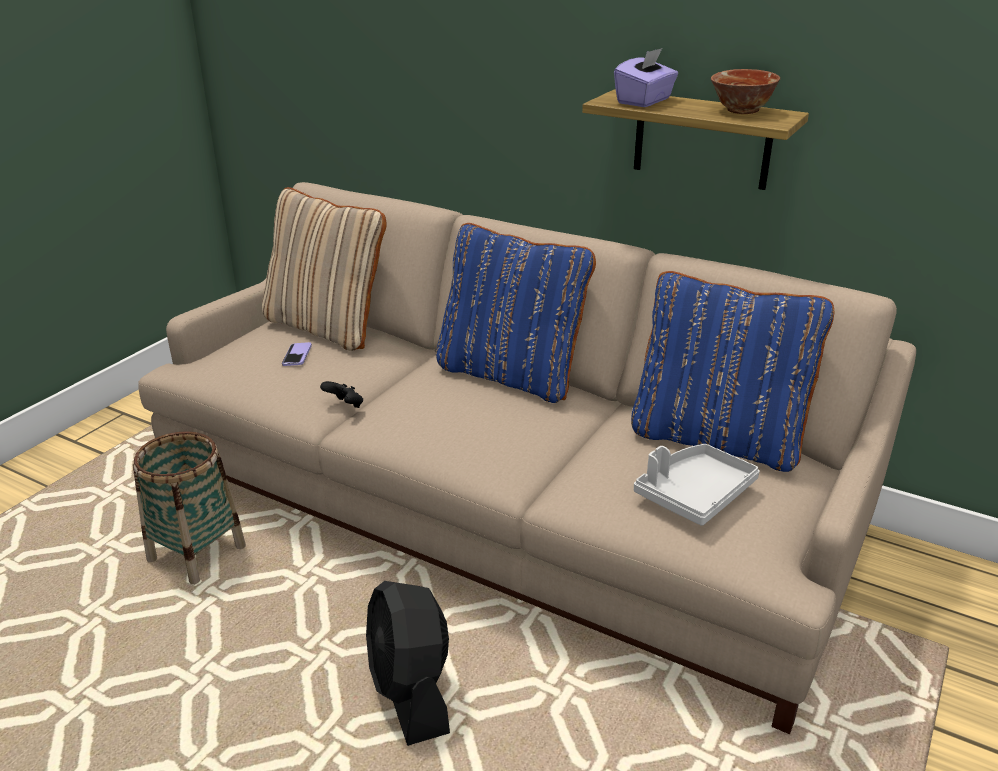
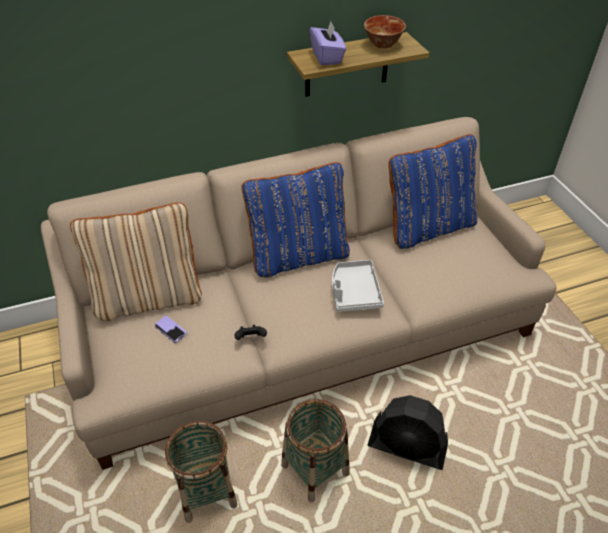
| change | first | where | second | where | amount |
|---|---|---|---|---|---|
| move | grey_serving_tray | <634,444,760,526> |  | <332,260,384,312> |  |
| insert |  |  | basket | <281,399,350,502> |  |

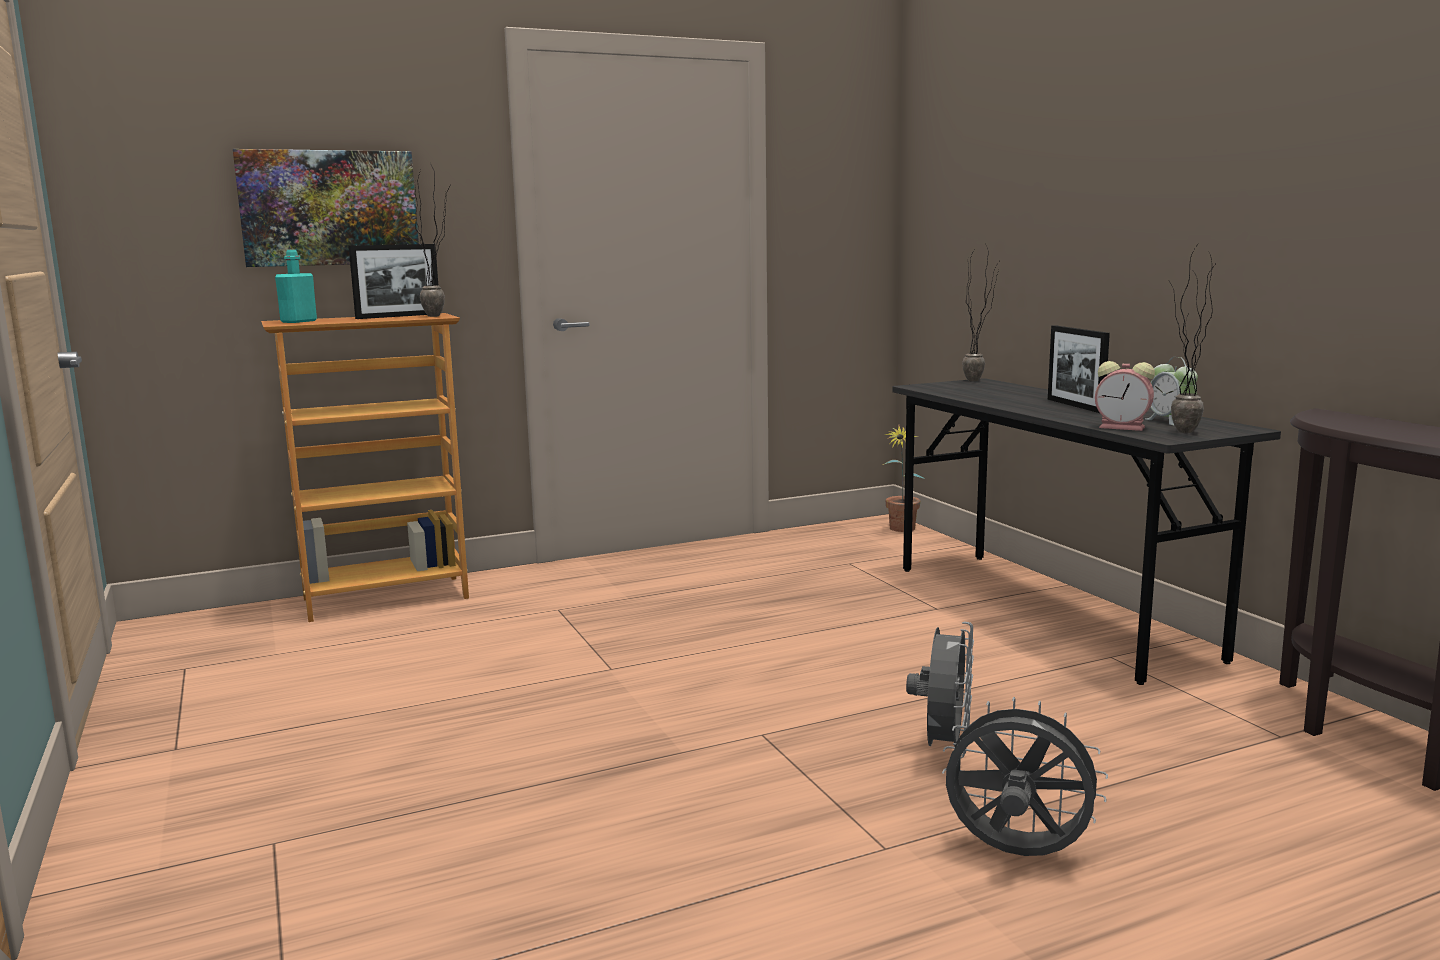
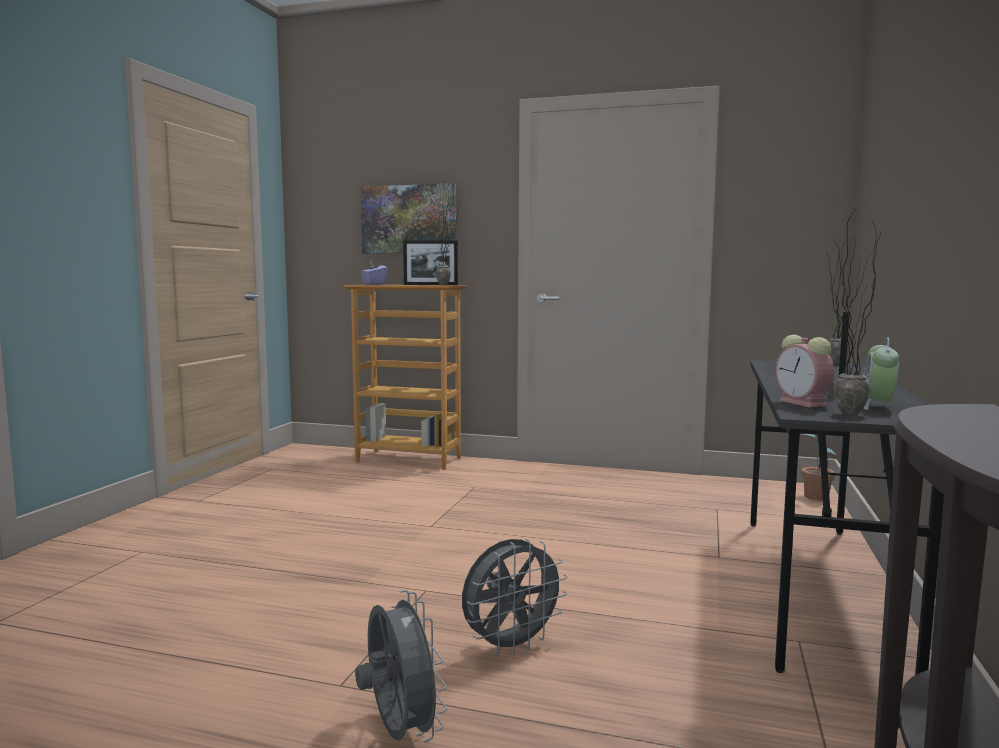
| change | first | where | second | where | amount |
|---|---|---|---|---|---|
| replace | turquoise-coloured_drink_bottle | <275,250,317,323> | purple-coloured_box_of_tissues | <361,260,387,285> |  |

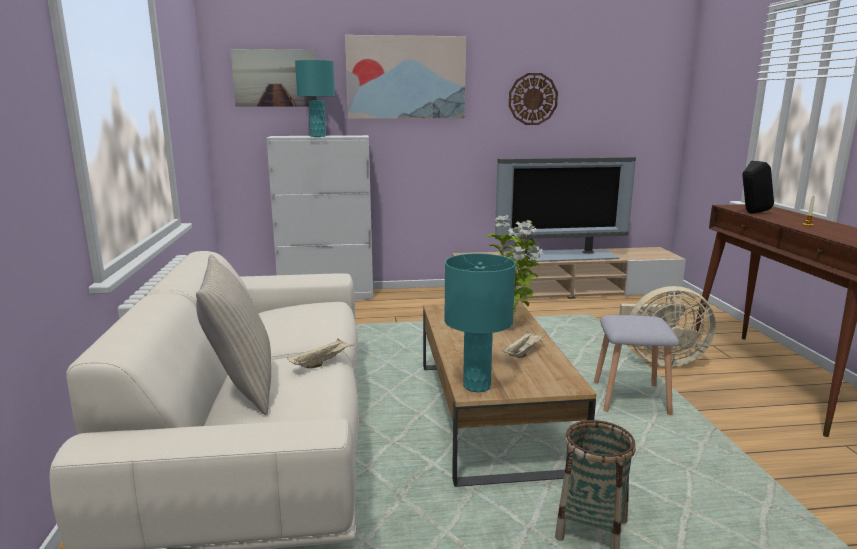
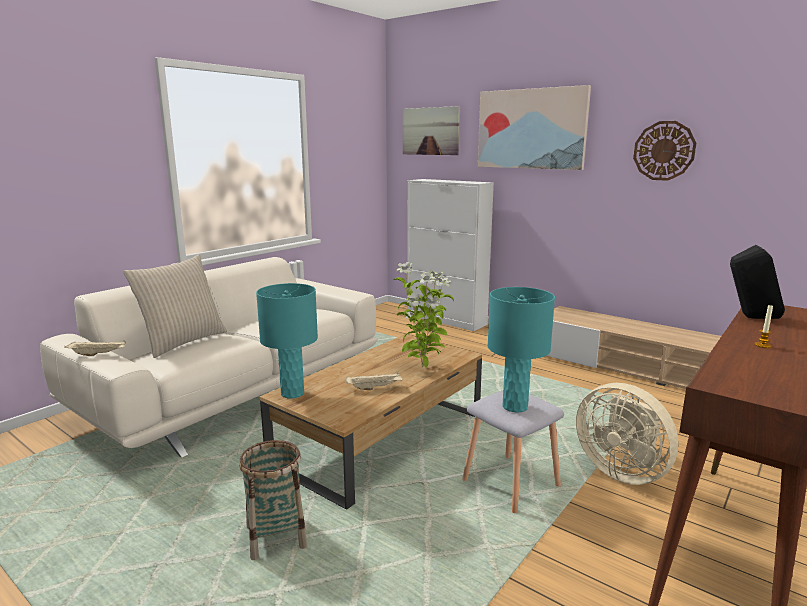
| change | first | where | second | where | amount |
|---|---|---|---|---|---|
| move | beige-coloured_serving_tray | <287,338,353,368> |  | <64,340,126,356> |  |
| move | turquoise-coloured_lamp_for_a_table | <295,60,335,137> |  | <488,287,555,413> |  |
| delete | TV | <495,157,636,262> |  |  |  |

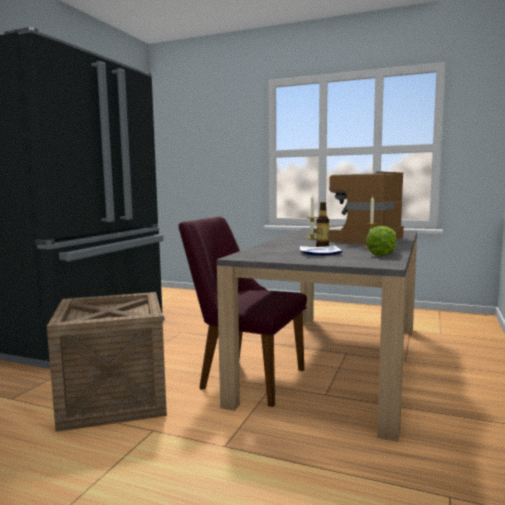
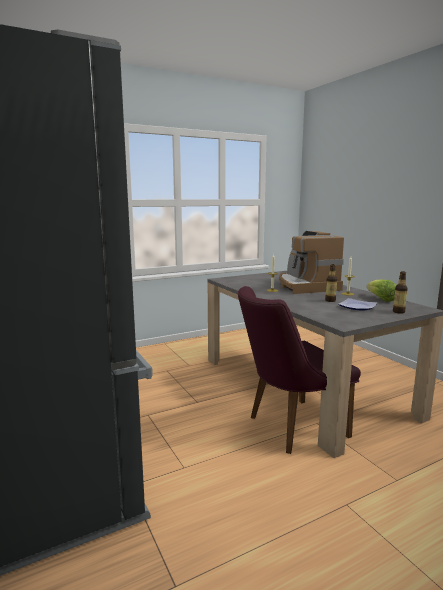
| change | first | where | second | where | amount |
|---|---|---|---|---|---|
| delete | packing_crate | <47,292,167,432> |  |  |  |
| insert |  |  | drink_bottle | <393,271,408,314> |  |

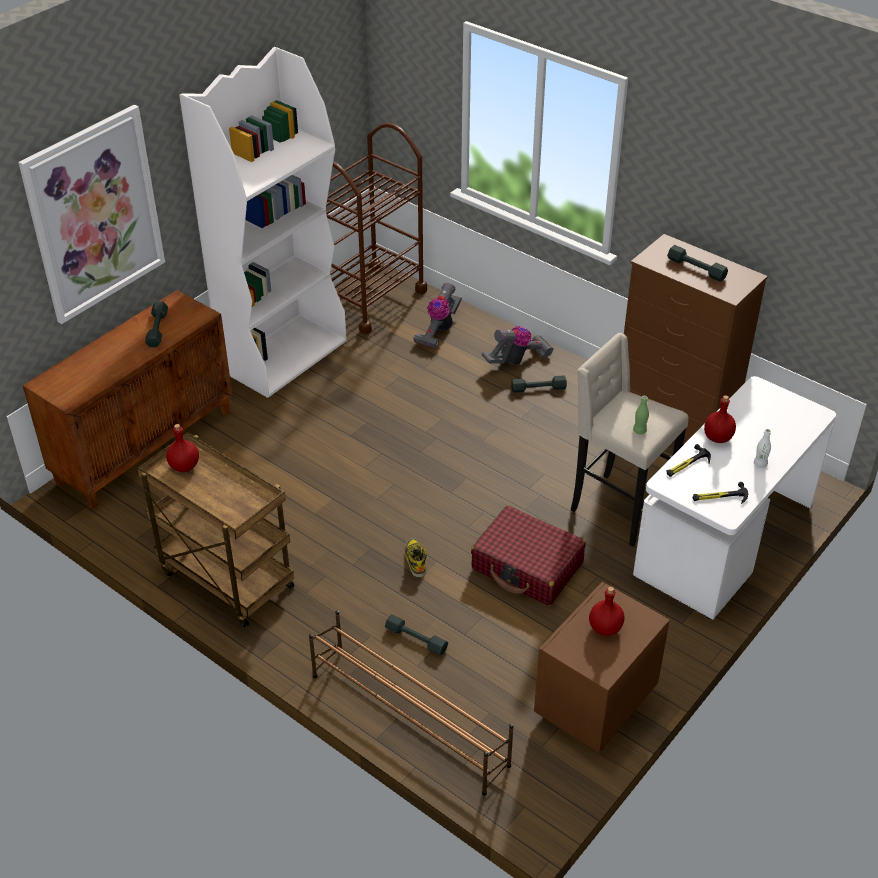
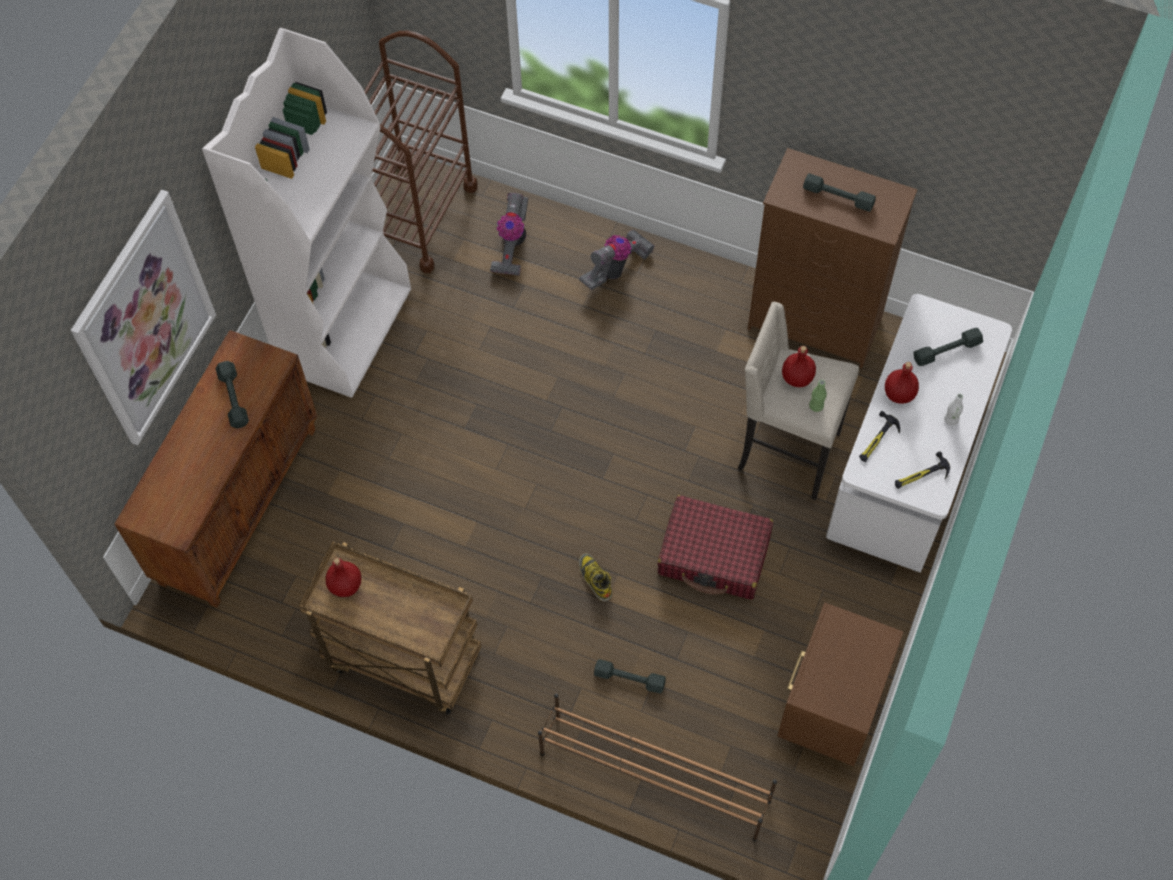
| change | first | where | second | where | amount |
|---|---|---|---|---|---|
| move | grey_free_weight | <511,375,567,393> |  | <913,328,983,366> |  |
| move | red_drink_bottle | <589,586,625,636> |  | <782,346,816,387> |  |

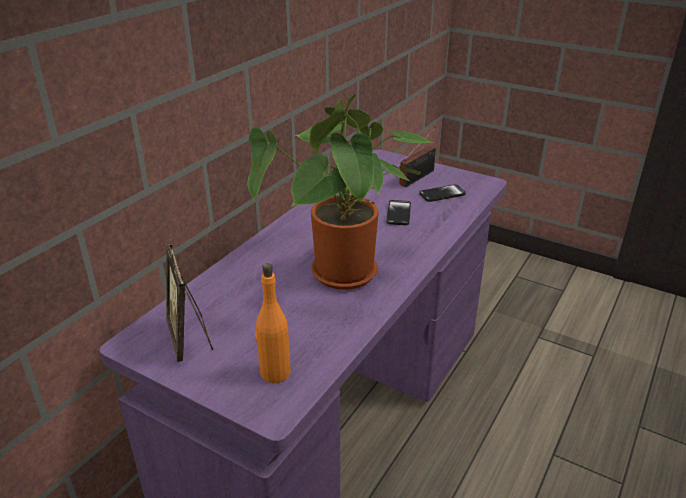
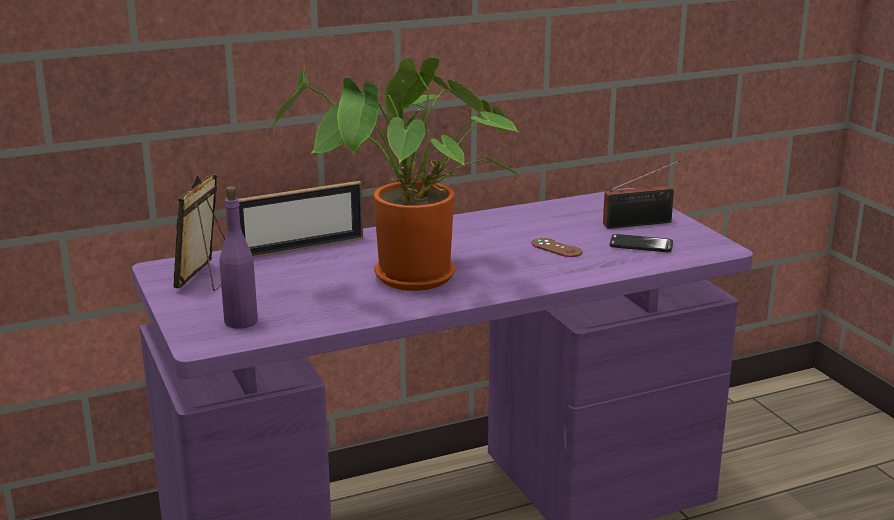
| change | first | where | second | where | amount |
|---|---|---|---|---|---|
| recolor | orange_drink_bottle | <255,263,291,383> | purple-coloured_drink_bottle | <220,186,258,328> |  |
| replace | handset | <386,200,411,225> | brown-coloured_joypad | <532,238,582,257> |  |
| insert |  |  | picture_frame | <239,181,363,258> |  |

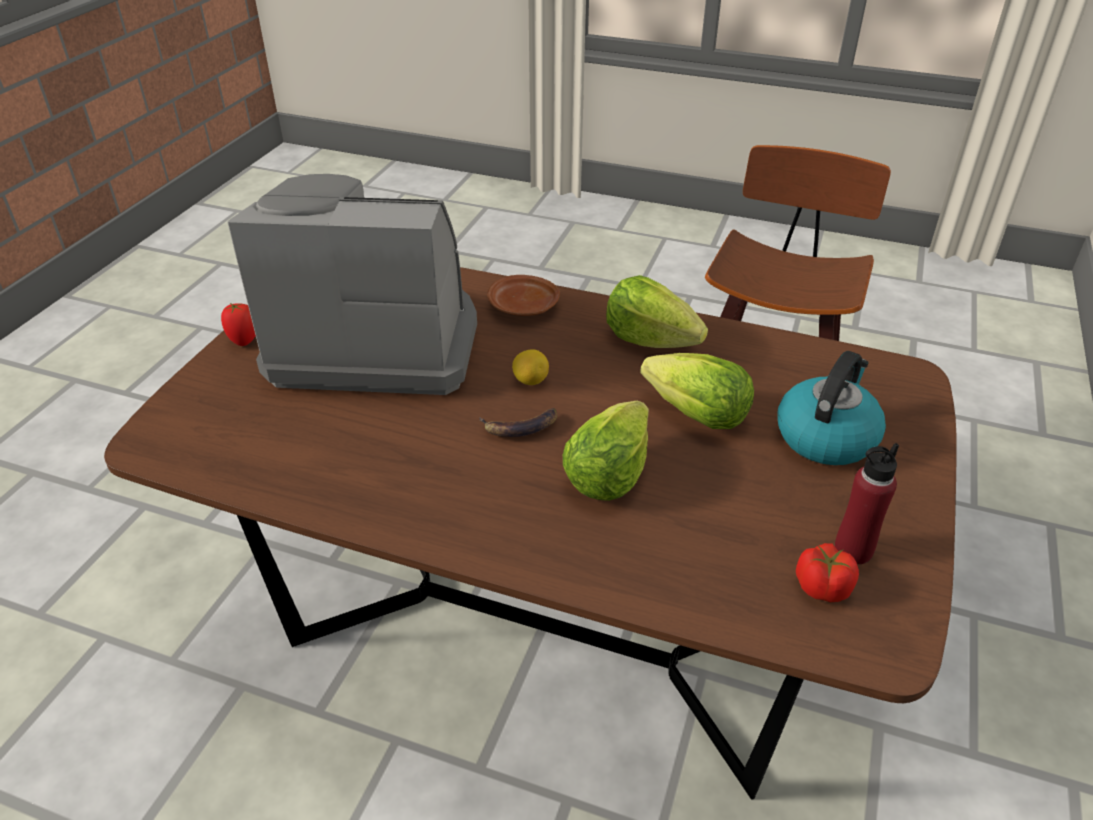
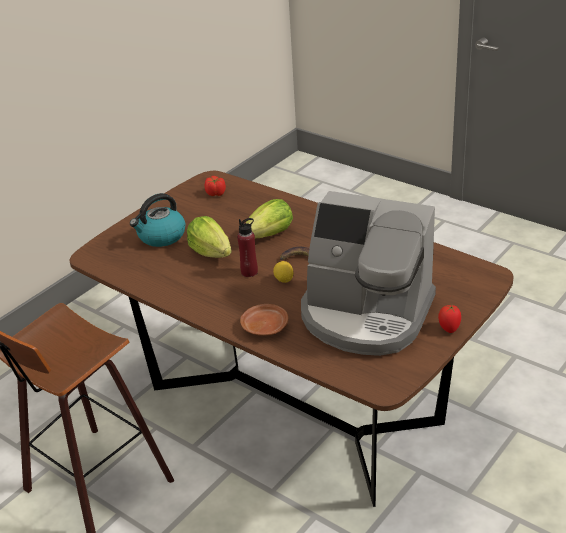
| change | first | where | second | where | amount |
|---|---|---|---|---|---|
| delete | lettuce_head | <606,275,708,348> |  |  |  |
| move | red_drink_bottle | <835,443,899,564> |  | <237,218,258,277> |  |

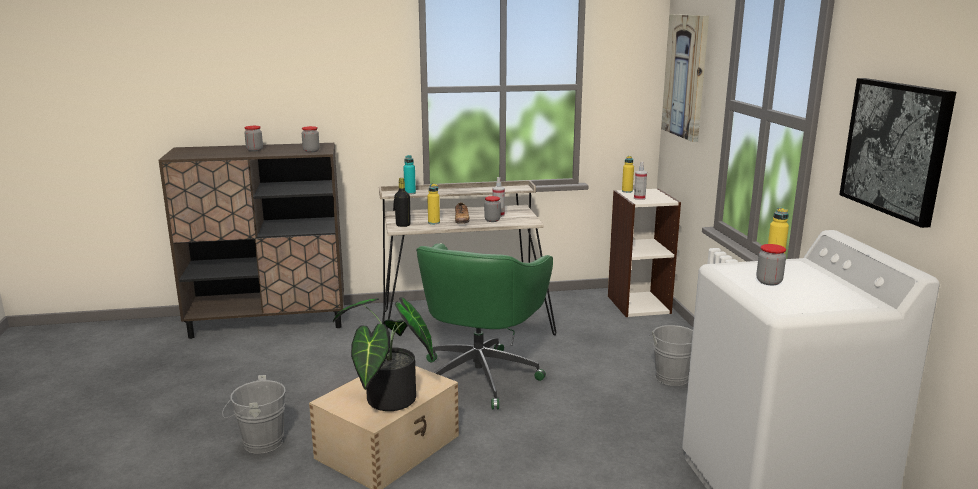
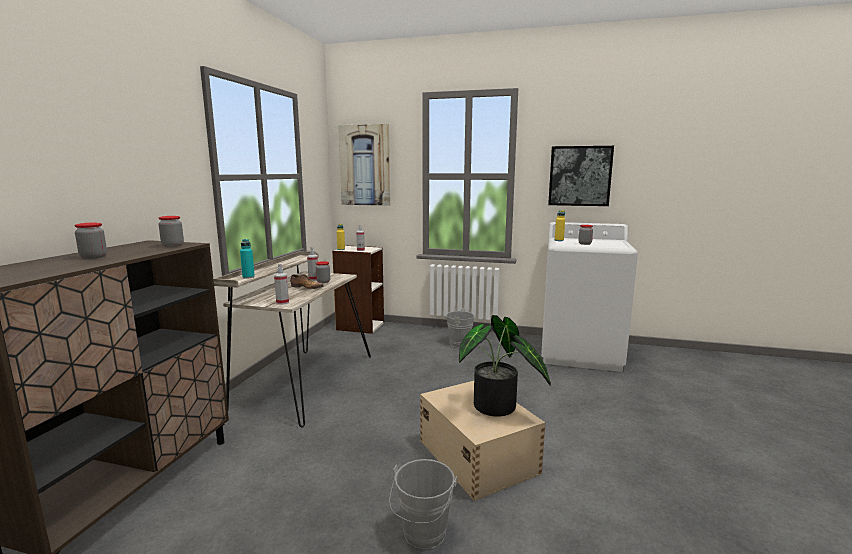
| change | first | where | second | where | amount |
|---|---|---|---|---|---|
| replace | black-coloured_drink_bottle | <394,178,411,227> | sprayer | <274,264,289,305> |  |
| delete | green_desk_chair | <416,243,553,409> |  |  |  |
| delete | yellowish_drink_bottle | <427,184,440,224> |  |  |  |

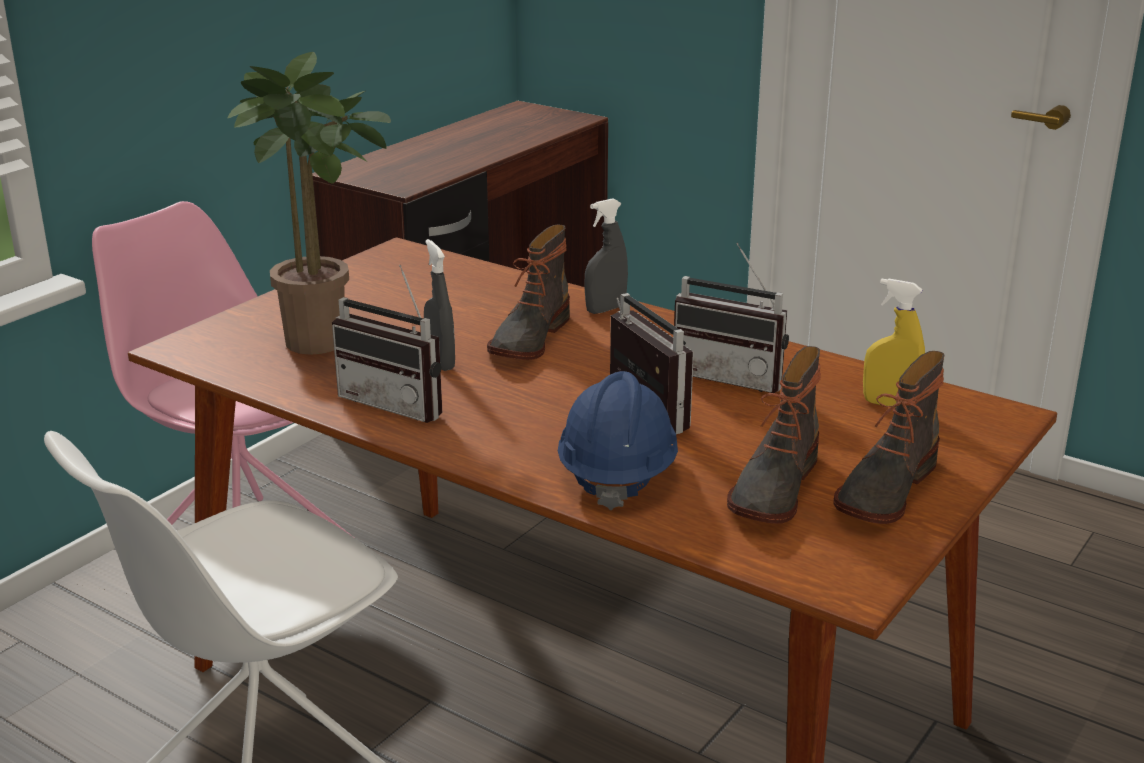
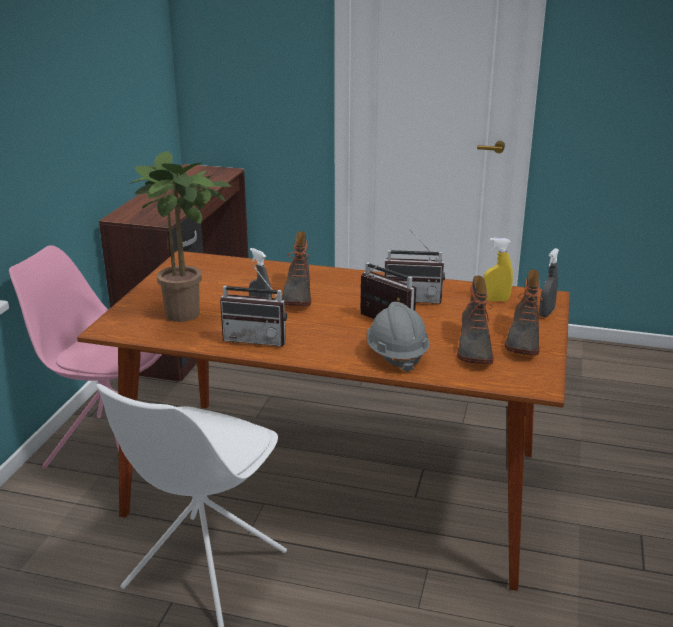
| change | first | where | second | where | amount |
|---|---|---|---|---|---|
| recolor | blue-coloured_work_helmet | <558,371,678,510> | grey_work_helmet | <367,302,430,372> |  |
| move | grey_sprayer | <584,198,628,314> |  | <539,248,559,317> |  |

